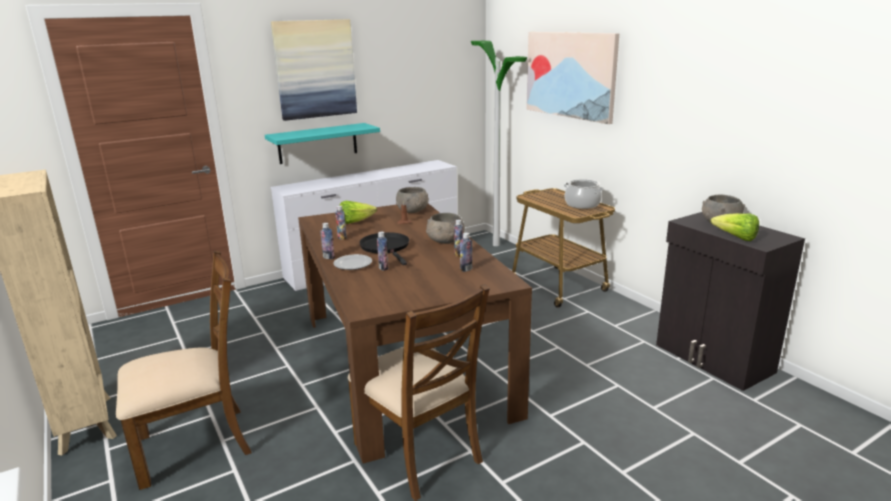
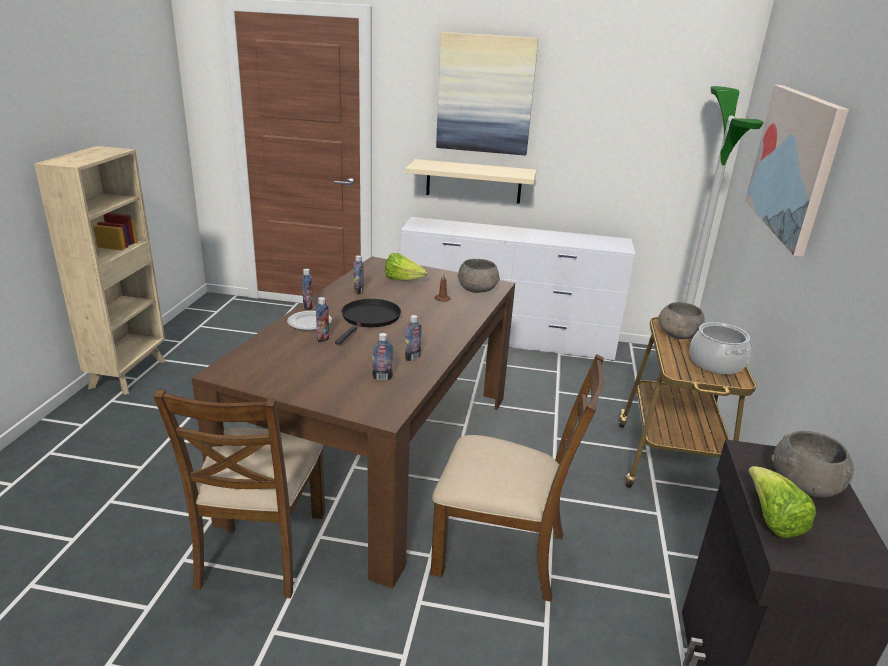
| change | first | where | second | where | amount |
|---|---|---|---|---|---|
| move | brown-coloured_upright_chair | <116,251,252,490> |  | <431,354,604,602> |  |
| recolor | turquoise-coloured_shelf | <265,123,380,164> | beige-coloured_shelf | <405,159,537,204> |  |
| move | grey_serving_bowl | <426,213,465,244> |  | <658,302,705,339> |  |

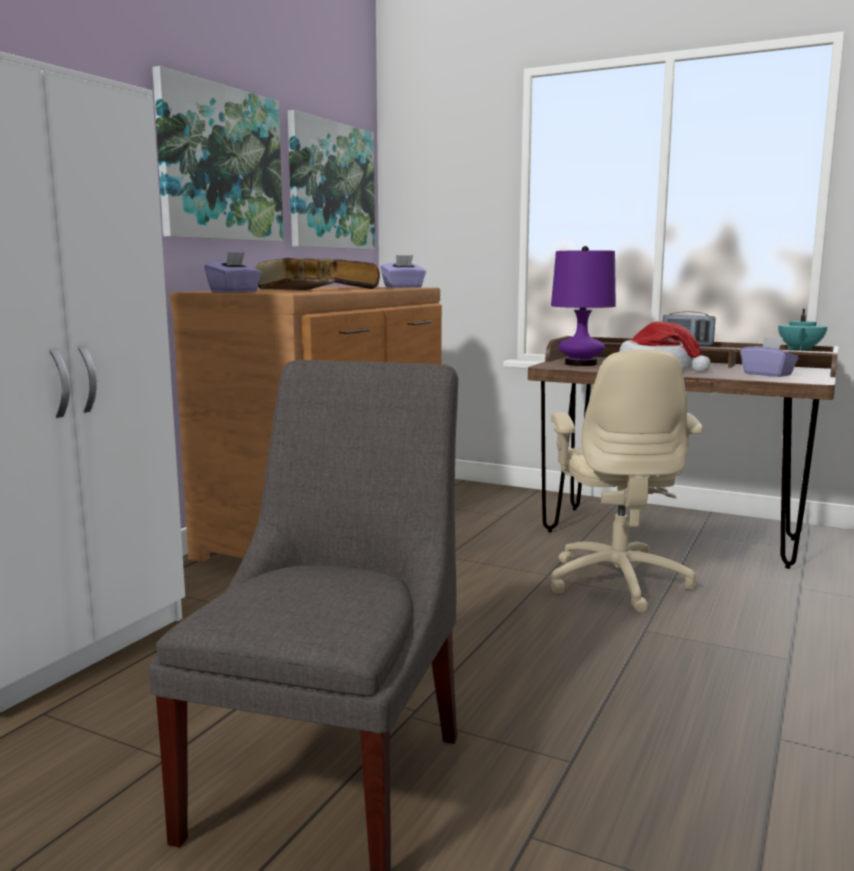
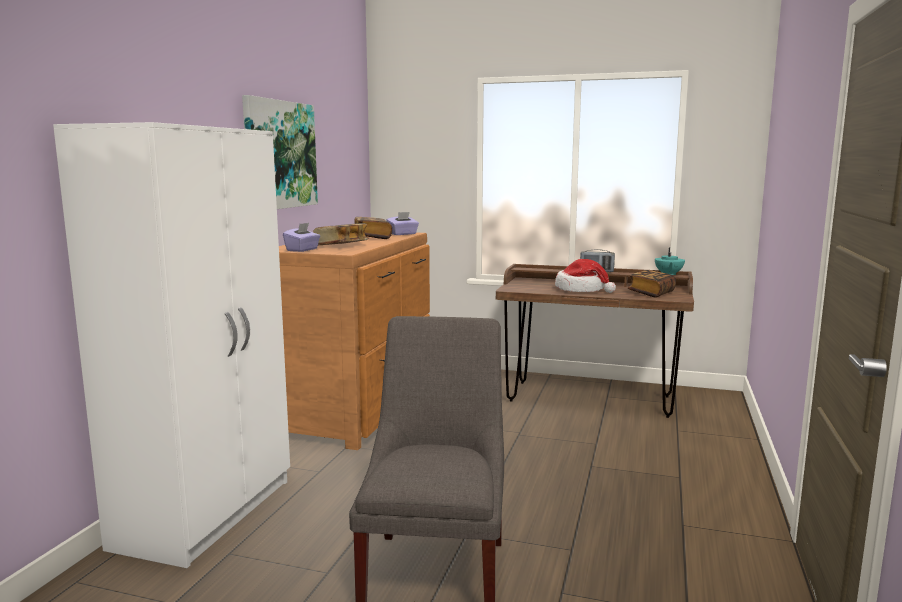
| change | first | where | second | where | amount |
|---|---|---|---|---|---|
| delete | wall_picture | <288,110,375,250> |  |  |  |
| delete | purple-coloured_lamp_for_a_table | <551,246,616,366> |  |  |  |
| delete | beige-coloured_desk_chair | <551,349,703,613> |  |  |  |
| replace | purple-coloured_box_of_tissues | <740,337,799,377> | volume | <628,270,676,297> |  |

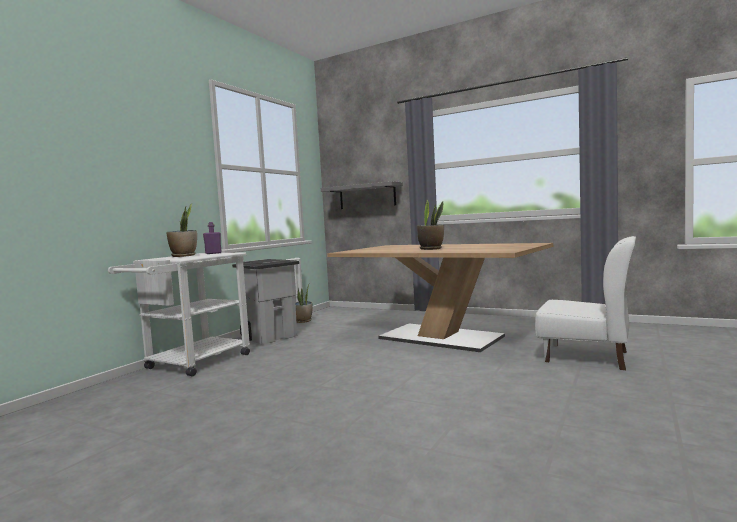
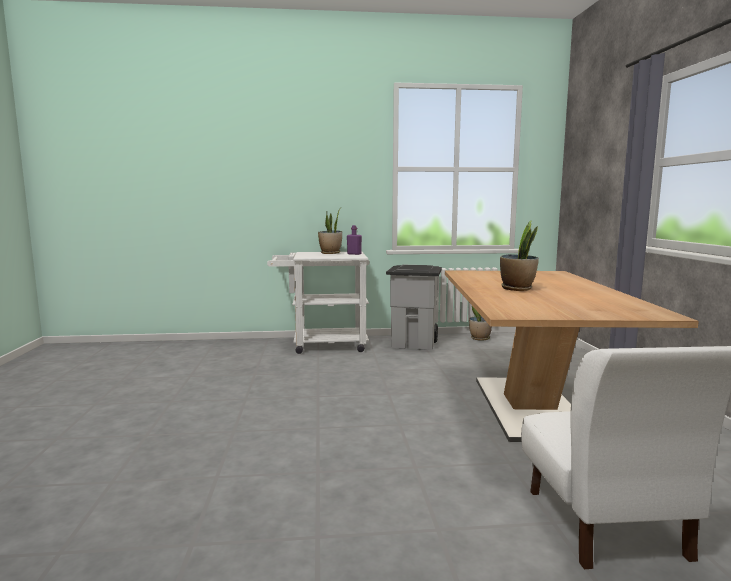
| change | first | where | second | where | amount |
|---|---|---|---|---|---|
| delete | grey_shelf | <321,181,403,209> |  |  |  |

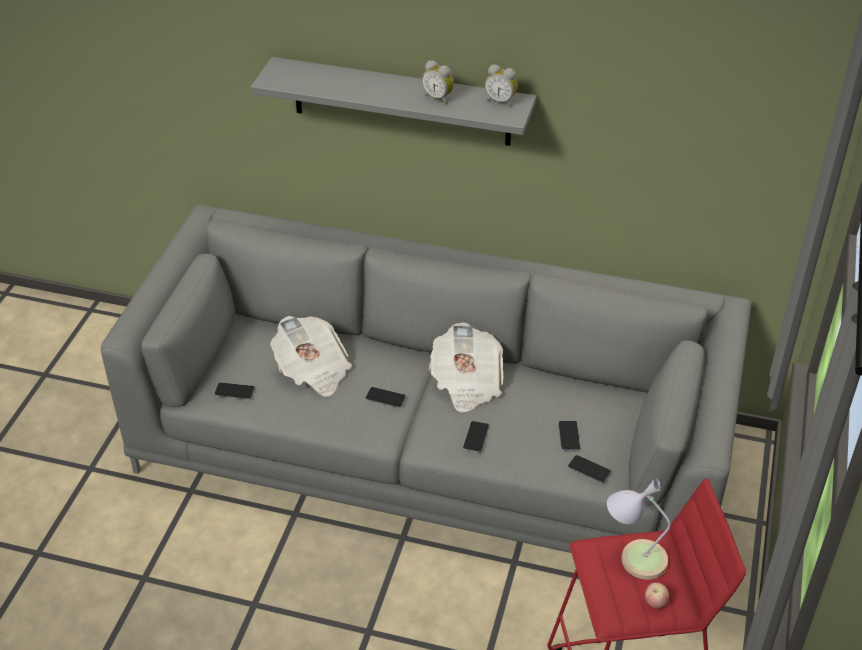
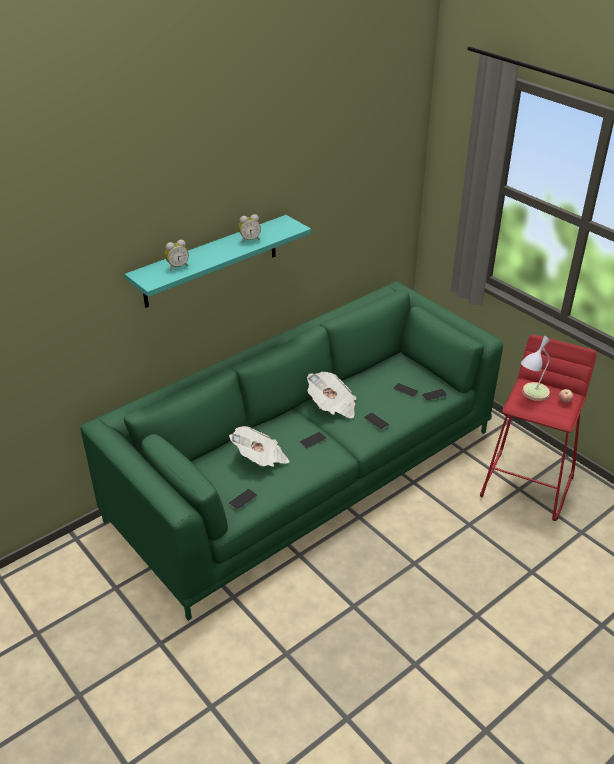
| change | first | where | second | where | amount |
|---|---|---|---|---|---|
| recolor | grey_couch | <101,204,751,553> | green_couch | <80,281,503,621> |  |
| recolor | grey_shelf | <251,57,536,146> | turquoise-coloured_shelf | <125,215,311,308> |  |
| move | alarm_clock | <485,64,518,107> |  | <165,240,189,271> |  |

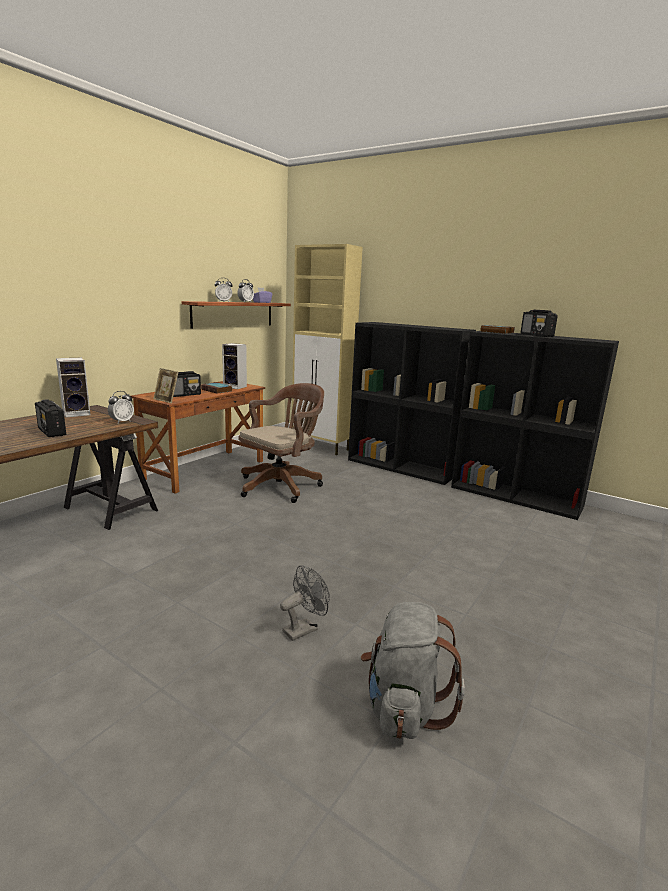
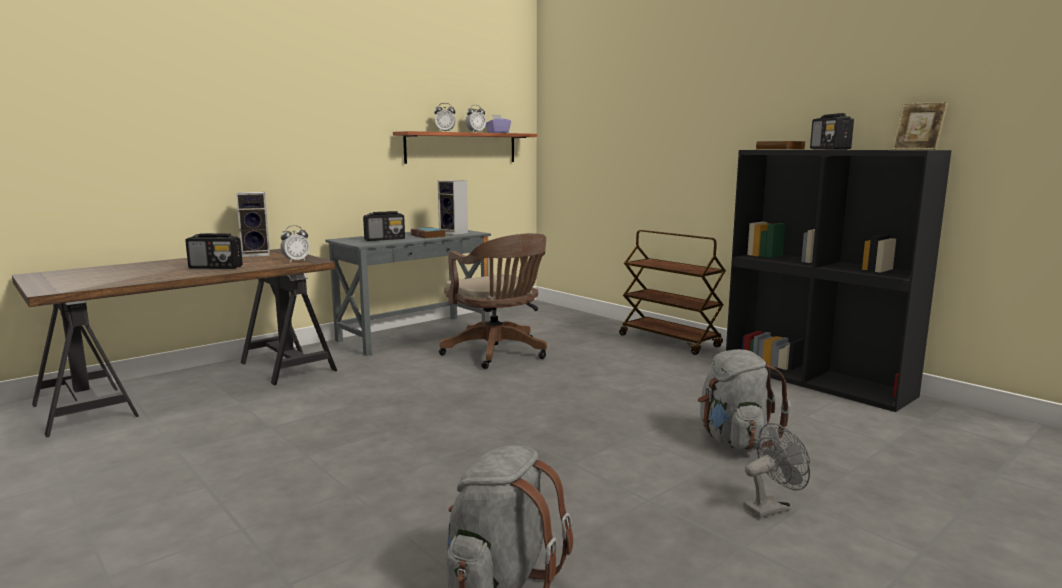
| change | first | where | second | where | amount |
|---|---|---|---|---|---|
| rotate | radio_receiver | <35,400,66,437> |  | <185,233,243,269> | 60 degrees counterclockwise |
| recolor | brown-coloured_desk | <131,381,265,494> | grey_desk | <325,230,491,356> |  |
| move | picture_frame | <153,368,178,403> |  | <892,102,948,150> |  |
| rotate | brown-coloured_desk_chair | <238,383,324,503> |  | <439,233,547,369> | 90 degrees clockwise |
| move | grey_fan | <280,565,330,641> |  | <743,423,810,518> |  |
| delete | beige-coloured_storage_cabinet | <292,244,363,455> |  |  |  |
| replace | black-coloured_bookshelf | <348,322,476,485> | brown-coloured_trolley | <619,230,726,355> |  |
| insert |  |  | grey_rucksack | <698,349,790,450> |  |

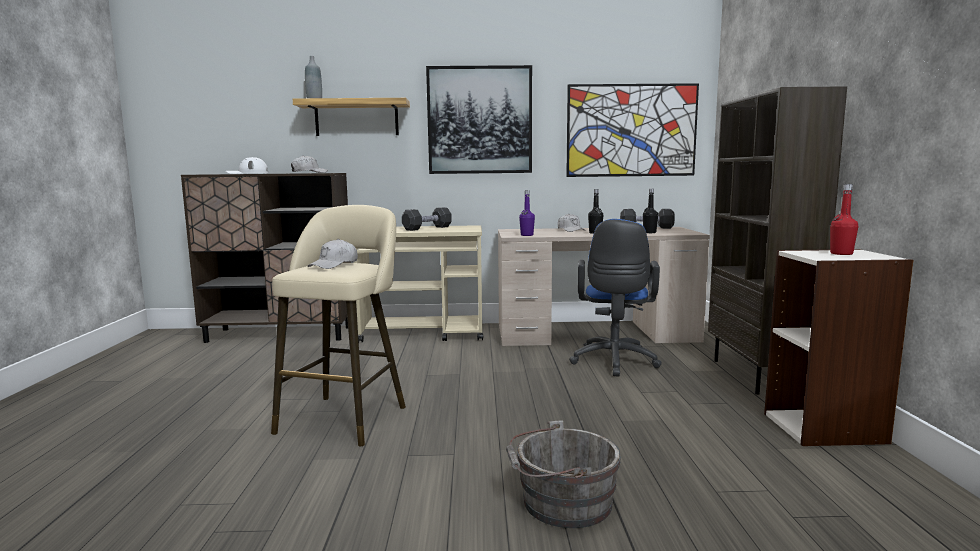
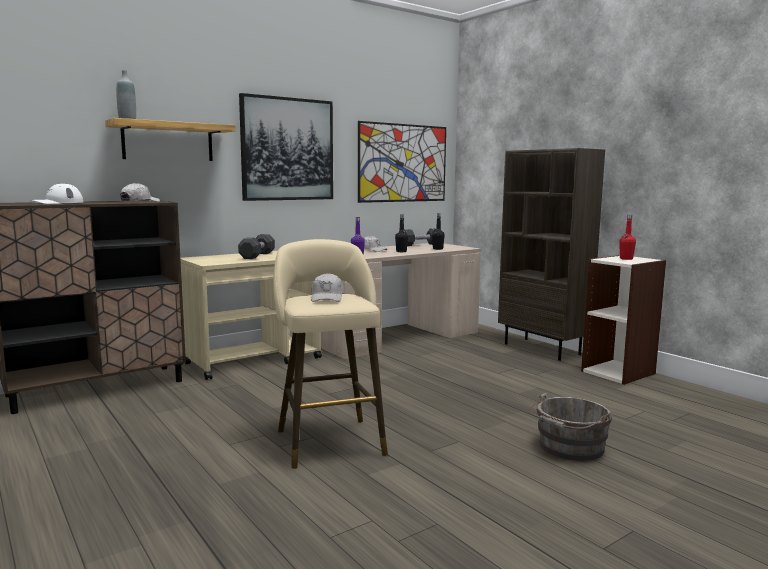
| change | first | where | second | where | amount |
|---|---|---|---|---|---|
| delete | blue-coloured_desk_chair | <569,219,662,376> |  |  |  |

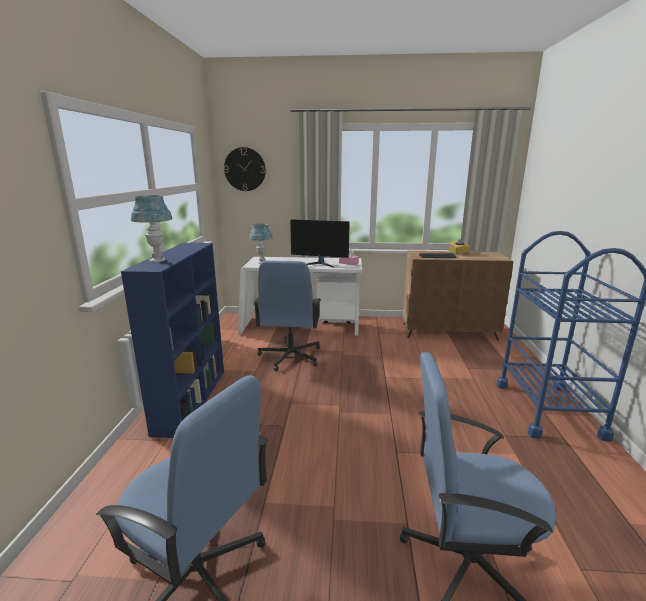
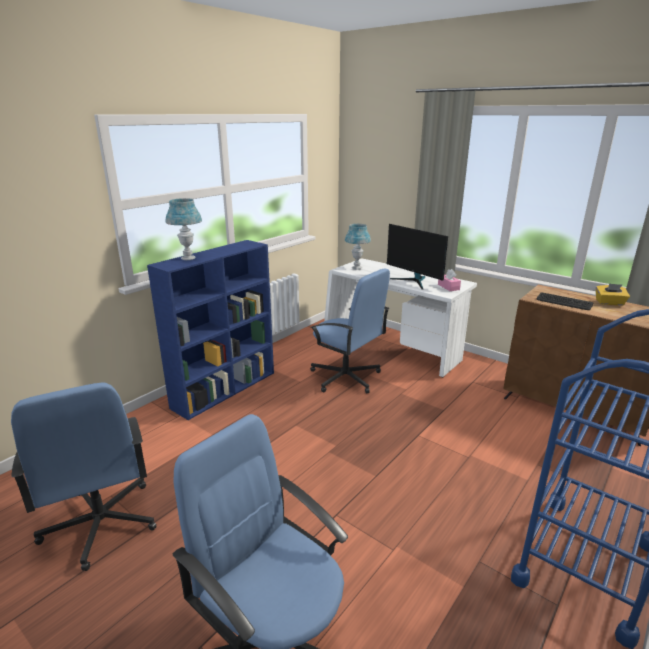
| change | first | where | second | where | amount |
|---|---|---|---|---|---|
| delete | clock_on_the_wall | <224,147,266,191> |  |  |  |
| rotate | blue-coloured_desk_chair | <253,261,321,371> |  | <311,268,390,393> | 90 degrees counterclockwise |

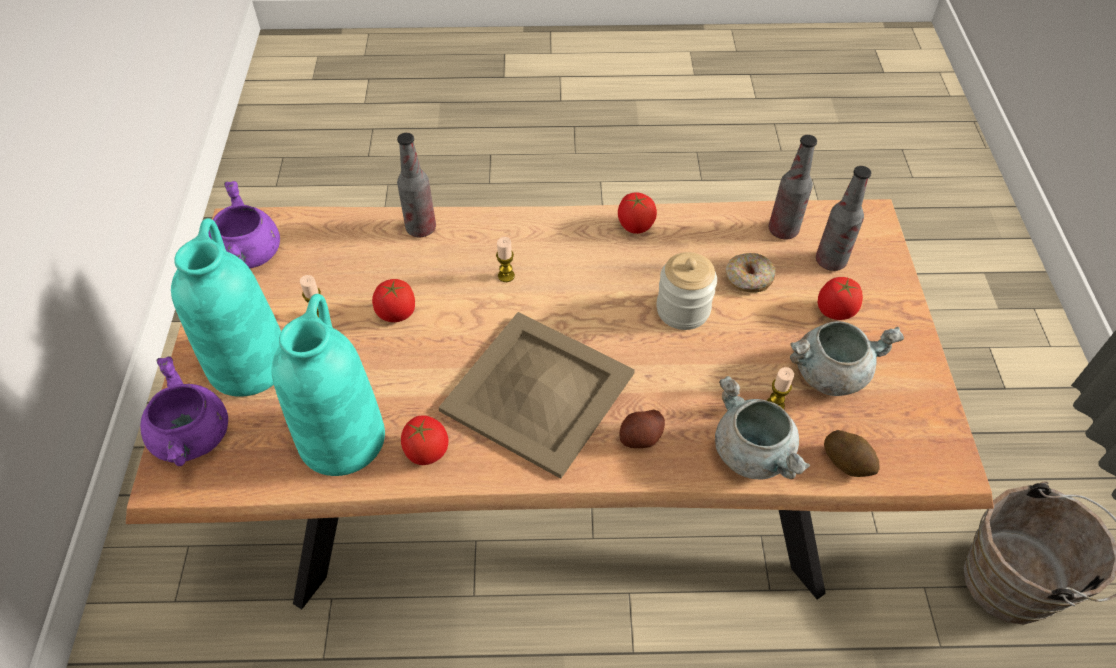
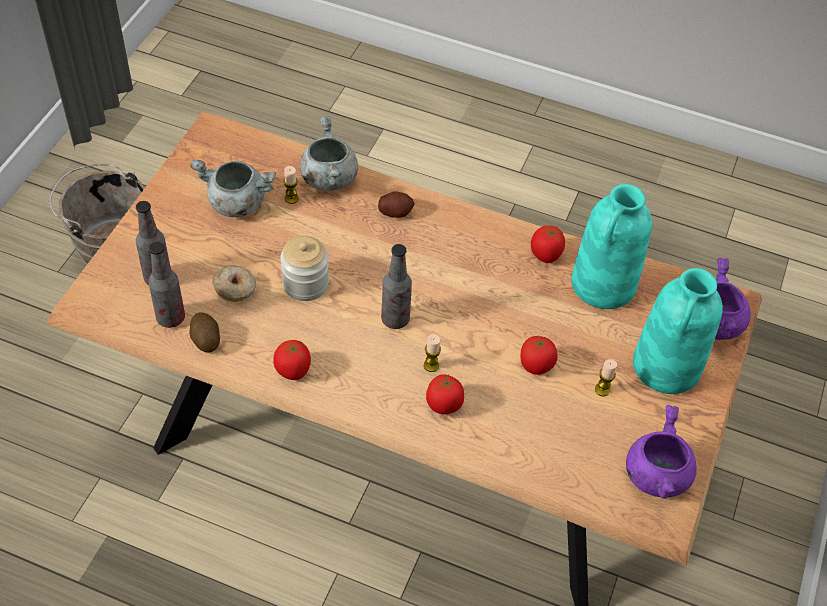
| change | first | where | second | where | amount |
|---|---|---|---|---|---|
| move | drink_bottle | <397,133,436,237> |  | <381,244,412,329> |  |
| delete | beige-coloured_serving_tray | <438,312,635,479> |  |  |  |
| move | whole_tomato | <818,277,863,320> |  | <426,374,464,414> |  |
| move | potato | <824,430,879,477> |  | <189,312,220,353> |  |

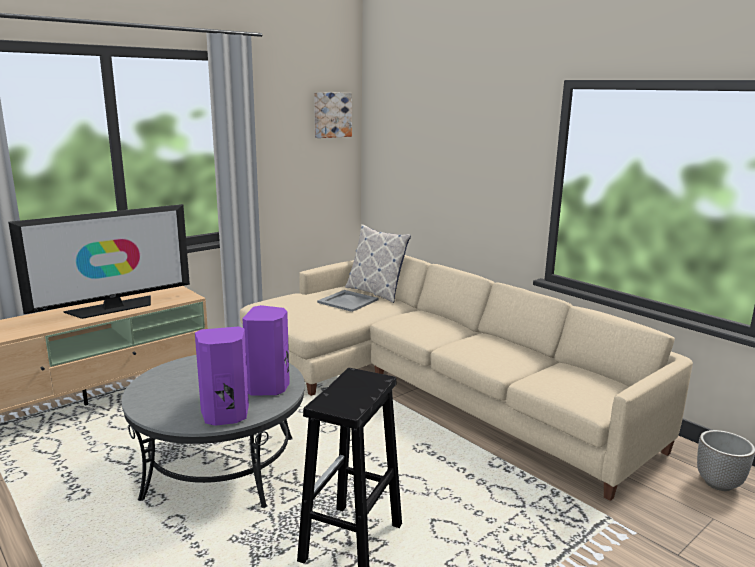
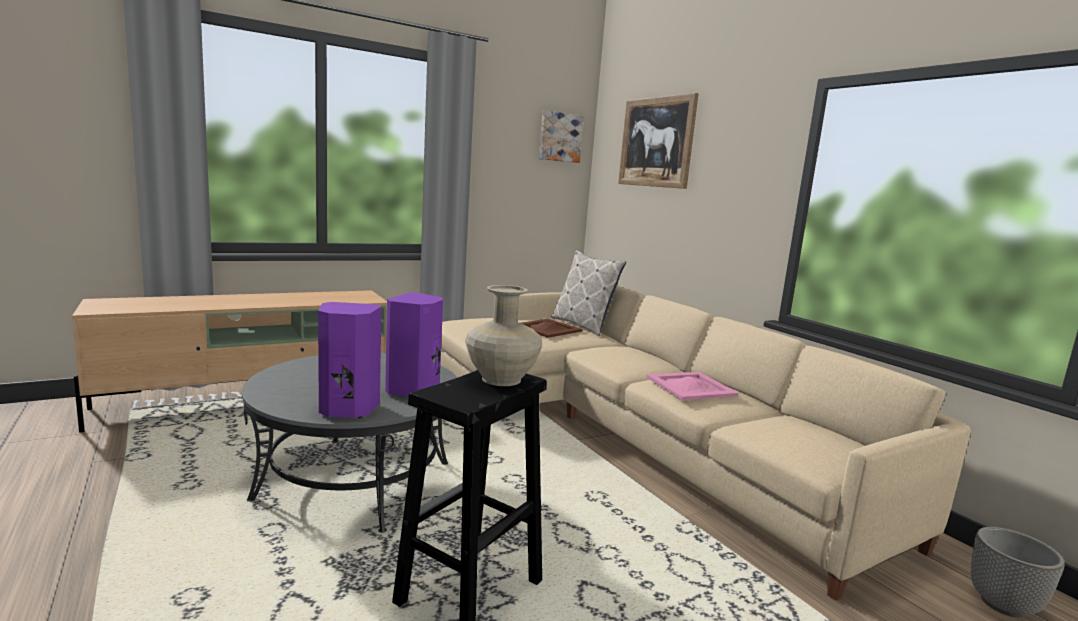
| change | first | where | second | where | amount |
|---|---|---|---|---|---|
| delete | TV | <8,204,190,319> |  |  |  |
| recolor | grey_serving_tray | <317,290,378,312> | brown-coloured_serving_tray | <521,319,583,338> |  |
| insert |  |  | beige-coloured_decorative_vase | <465,285,542,386> |  |
| insert |  |  | wall_picture | <618,93,699,189> |  |
| insert |  |  | pink_serving_tray | <646,372,738,400> |  |

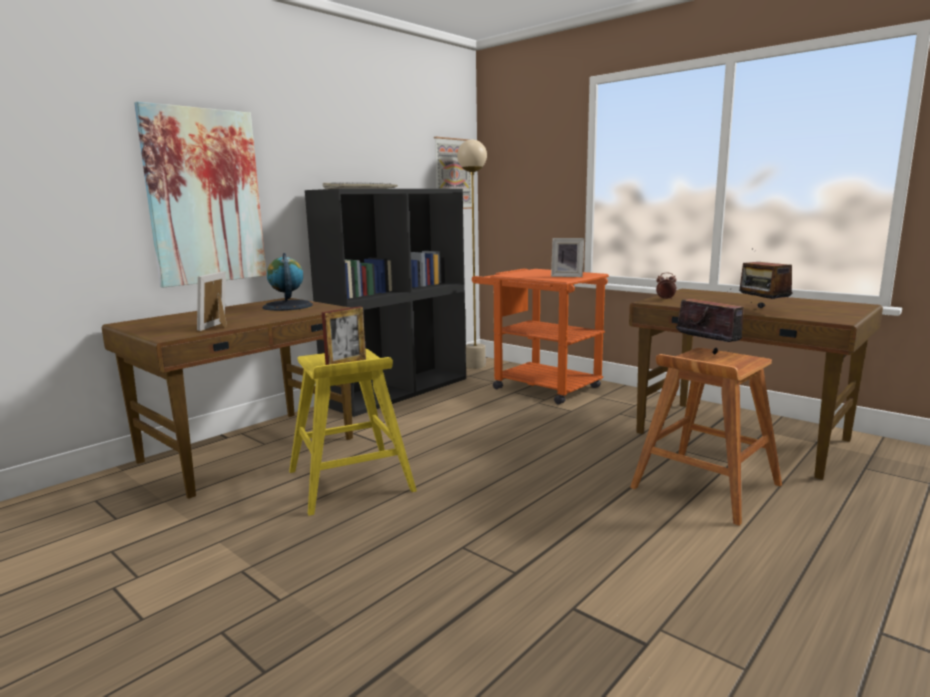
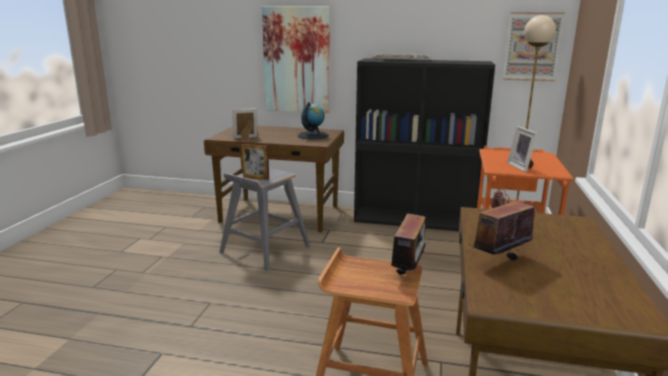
| change | first | where | second | where | amount |
|---|---|---|---|---|---|
| recolor | yellowish_stool | <289,349,417,516> | grey_stool | <219,168,310,271> |  |

